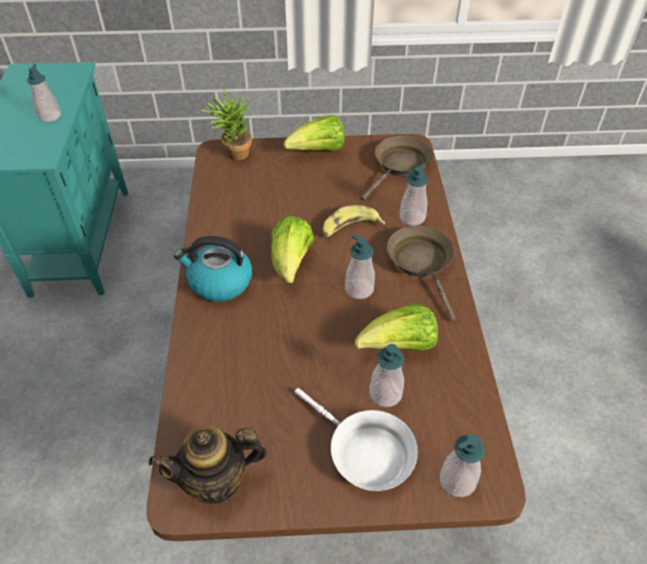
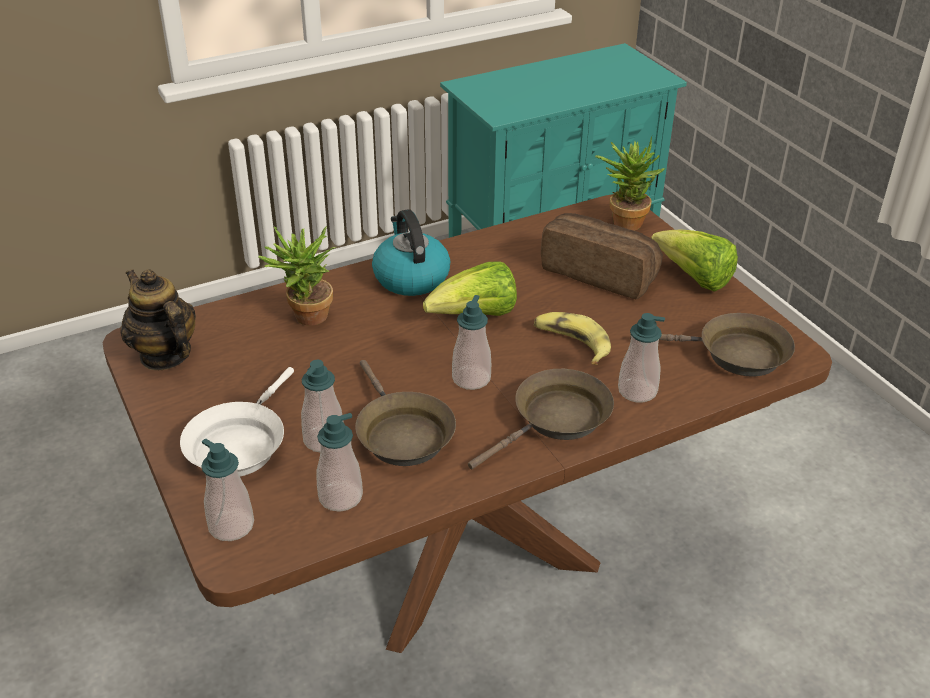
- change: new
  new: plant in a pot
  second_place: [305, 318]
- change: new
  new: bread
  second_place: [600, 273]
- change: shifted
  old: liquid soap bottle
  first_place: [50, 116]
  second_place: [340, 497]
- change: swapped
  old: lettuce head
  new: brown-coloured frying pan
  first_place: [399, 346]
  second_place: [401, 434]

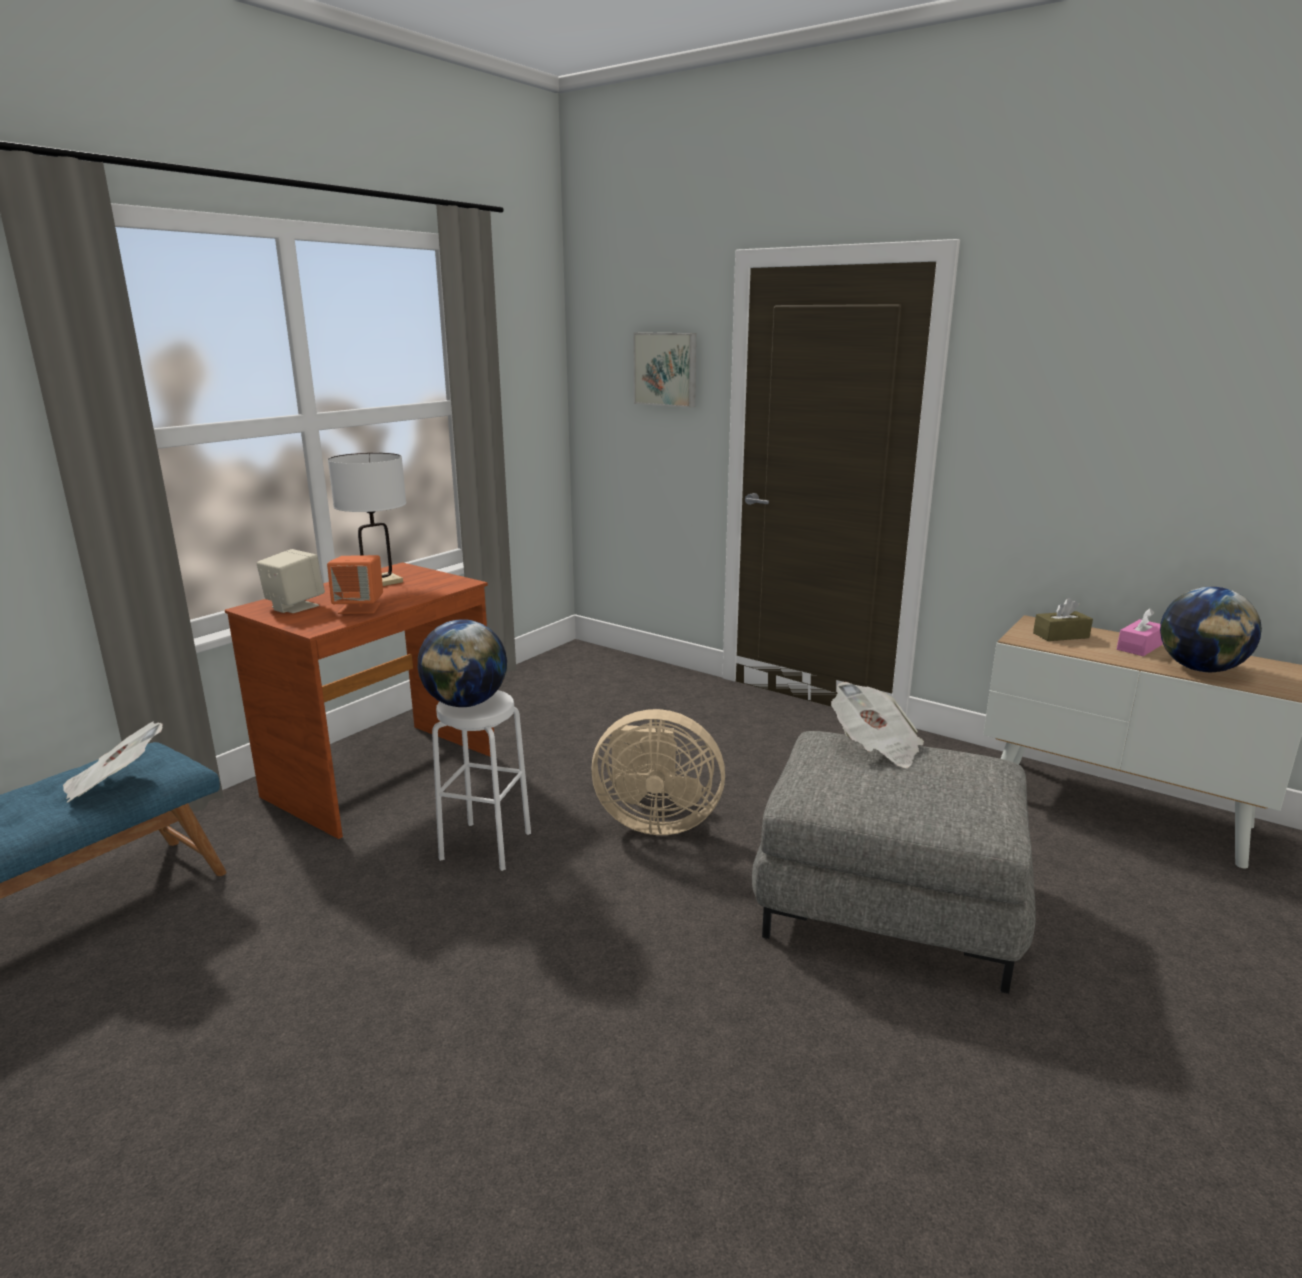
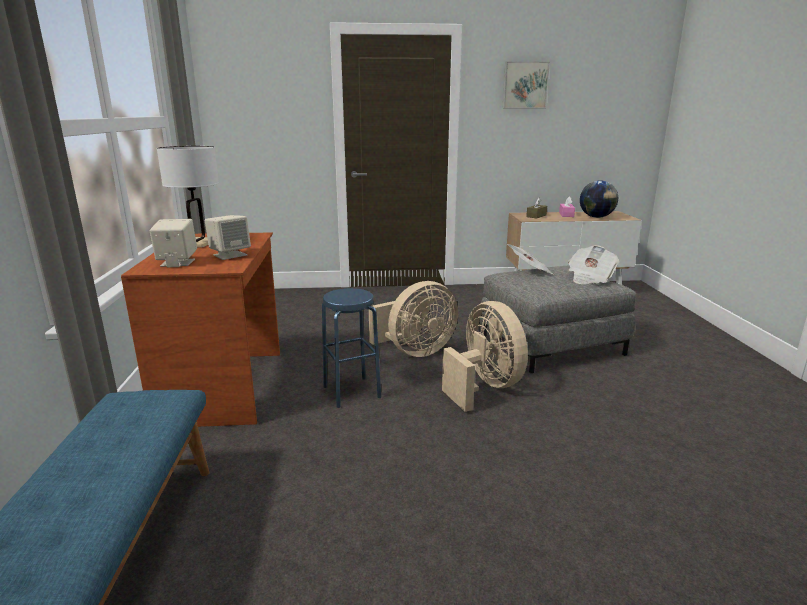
- change: gone
  old: world globe
  first_place: [466, 703]
- change: new
  new: sand-coloured cooling fan
  second_place: [484, 387]
- change: shifted
  old: daily paper
  first_place: [115, 785]
  second_place: [589, 278]
- change: shifted
  old: picture
  first_place: [666, 369]
  second_place: [525, 85]
- change: repainted
  old: orange loudspeaker
  new: sand-coloured loudspeaker
  first_place: [360, 608]
  second_place: [230, 255]
- change: repainted
  old: white stool
  new: blue stool
  first_place: [485, 845]
  second_place: [351, 392]

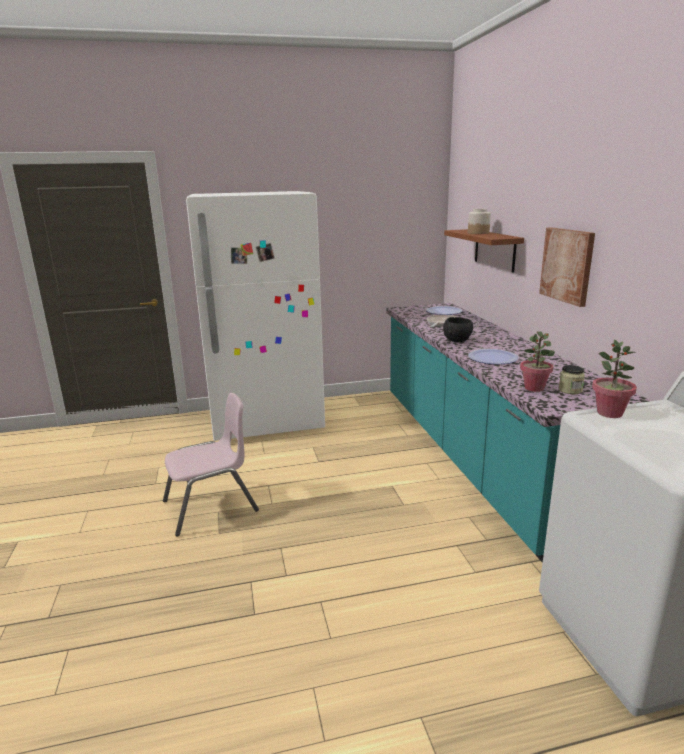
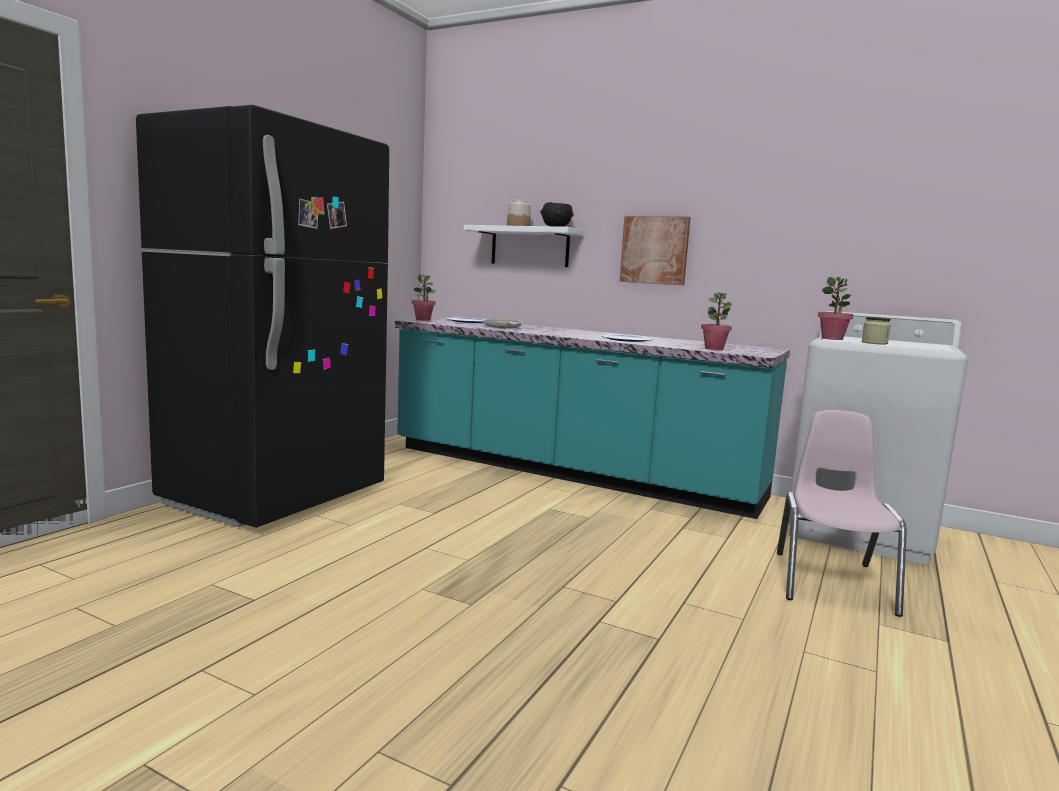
- change: new
  new: plant in a pot
  second_place: [423, 319]
- change: shifted
  old: pinkish chair
  first_place: [211, 507]
  second_place: [832, 582]
- change: shifted
  old: black serving bowl
  first_place: [457, 341]
  second_place: [556, 227]
- change: shifted
  old: preserve jar
  first_place: [570, 390]
  second_place: [874, 343]
- change: repainted
  old: white kitchen fridge
  new: black kitchen fridge
  first_place: [266, 421]
  second_place: [276, 497]
- change: repainted
  old: brown-coloured shelf
  new: white shelf
  first_place: [494, 249]
  second_place: [530, 247]

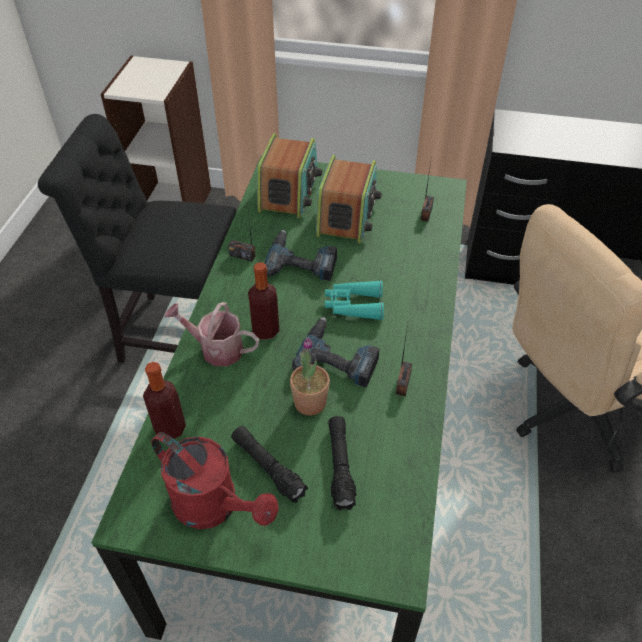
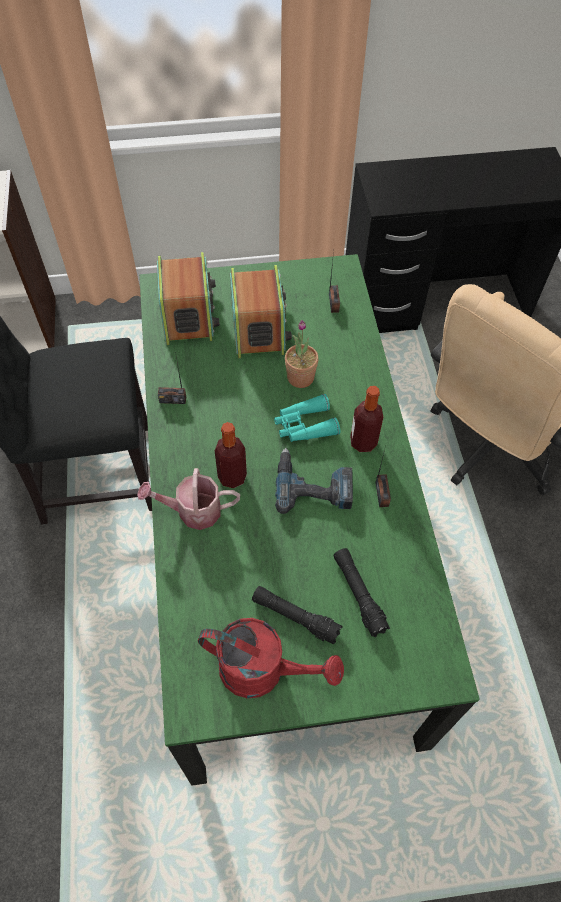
- change: gone
  old: drill
  first_place: [302, 261]
- change: shifted
  old: bottle
  first_place: [170, 428]
  second_place: [363, 442]
- change: shifted
  old: plant in a pot
  first_place: [310, 403]
  second_place: [300, 377]

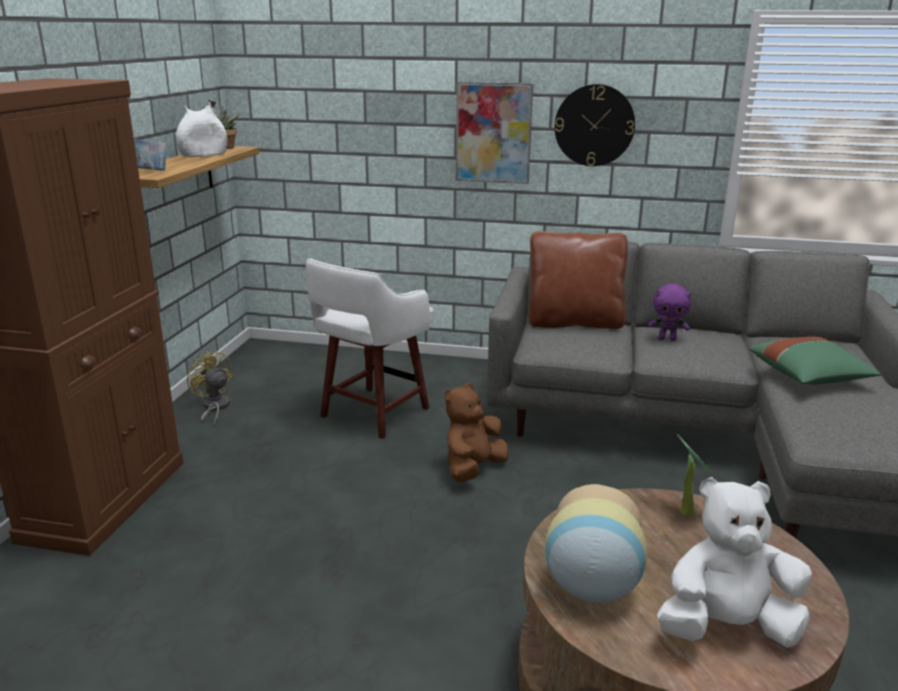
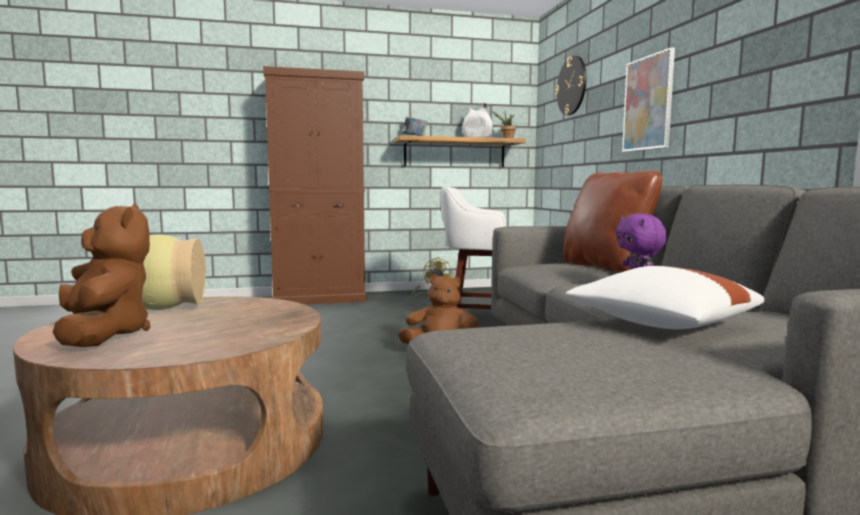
- change: gone
  old: plant in a pot
  first_place: [687, 511]
- change: shifted
  old: wall clock
  first_place: [594, 125]
  second_place: [572, 85]
- change: repainted
  old: white soft toy
  new: brown-coloured soft toy
  first_place: [726, 627]
  second_place: [104, 335]
- change: repainted
  old: green-coloured throw pillow
  new: white throw pillow
  first_place: [809, 378]
  second_place: [660, 325]

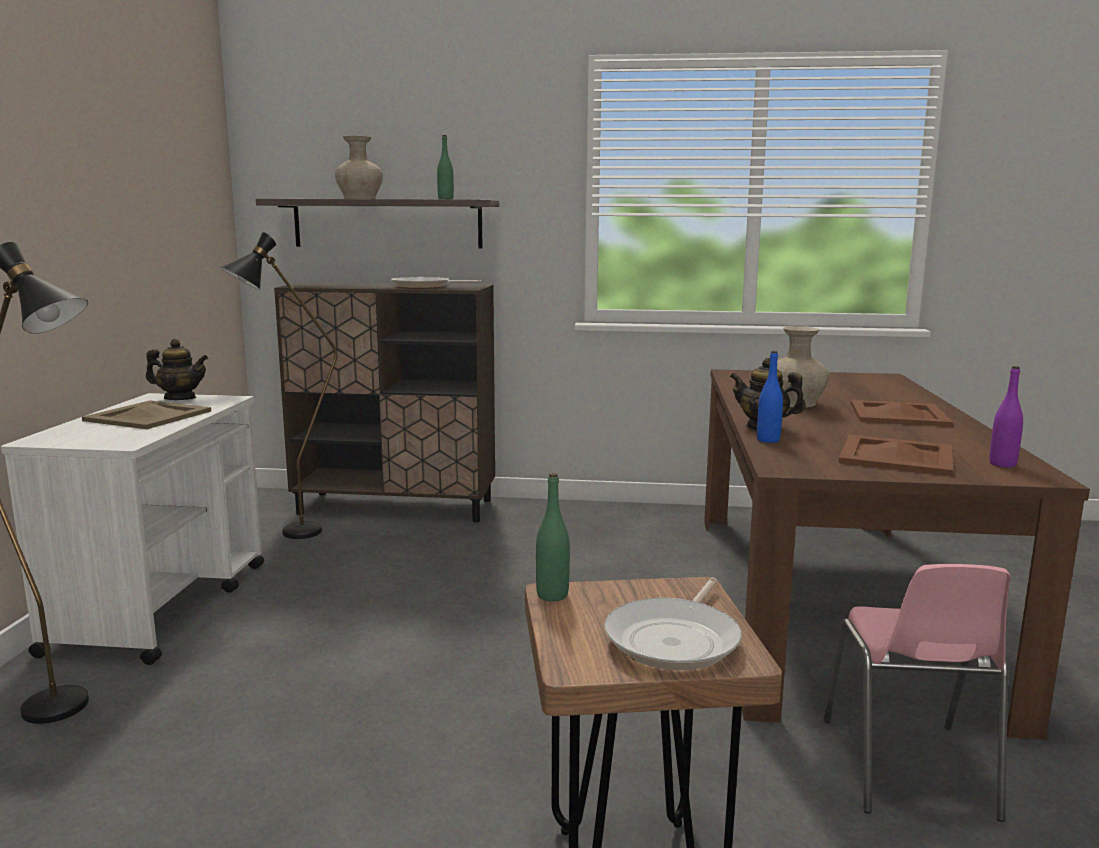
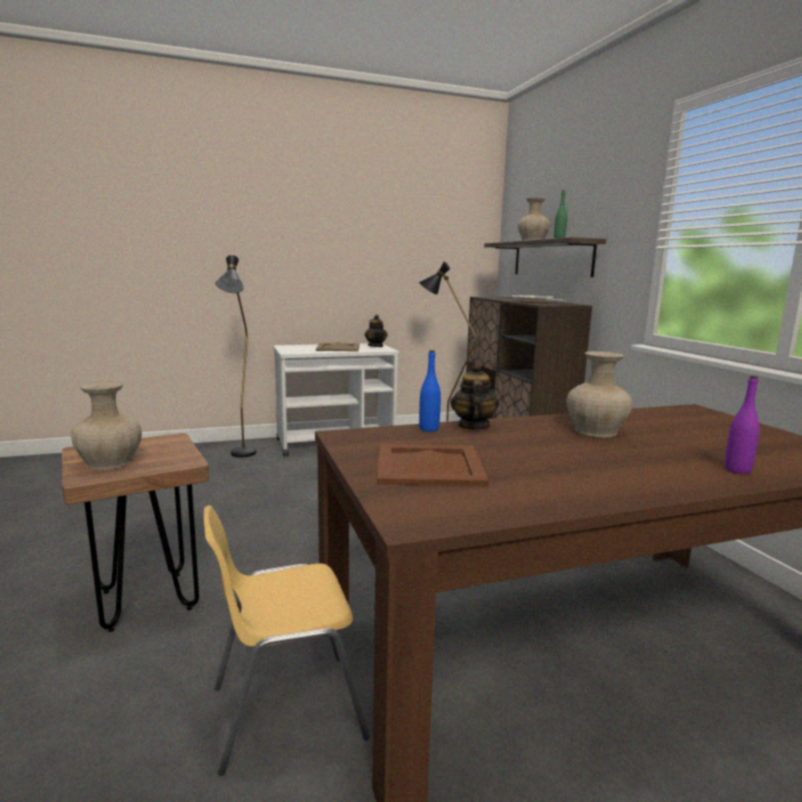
- change: gone
  old: green-coloured bottle
  first_place: [552, 595]
- change: gone
  old: brown-coloured carrying tray
  first_place: [897, 414]
- change: shifted
  old: purple-coloured bottle
  first_place: [1002, 464]
  second_place: [737, 470]
- change: swapped
  old: frying pan
  new: sand-coloured flower vase
  first_place: [675, 639]
  second_place: [110, 463]
- change: repainted
  old: pinkish chair
  new: yellow-coloured chair
  first_place: [907, 768]
  second_place: [285, 710]

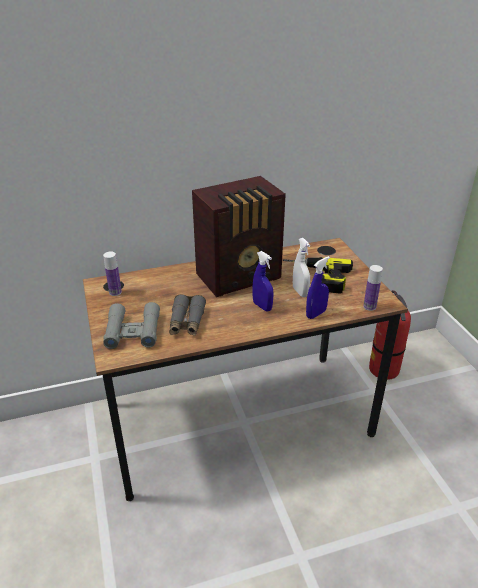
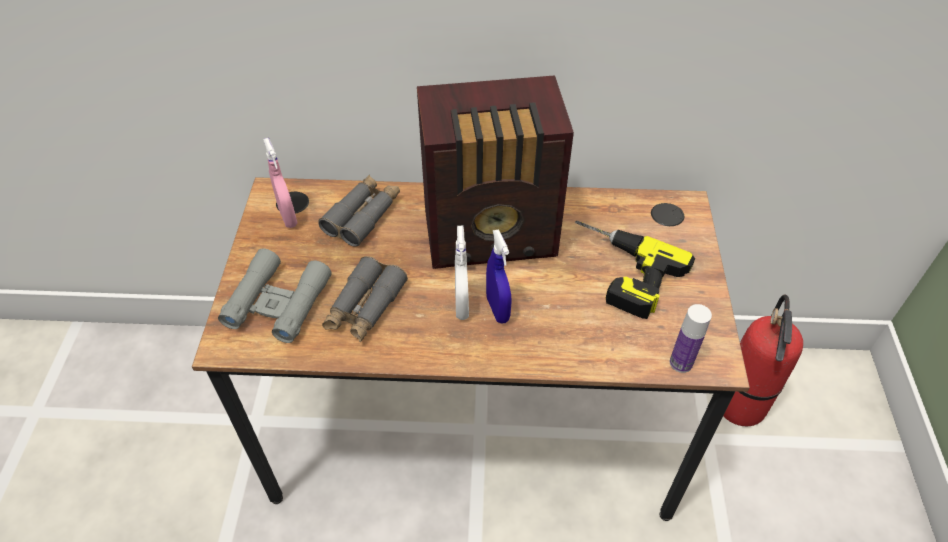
- change: gone
  old: blue sprayer
  first_place: [316, 314]
- change: new
  new: greyish pair of binoculars
  second_place: [363, 216]
- change: shifted
  old: white sprayer
  first_place: [300, 292]
  second_place: [462, 305]
- change: swapped
  old: bottle
  new: pinkish sprayer
  first_place: [115, 292]
  second_place: [288, 217]

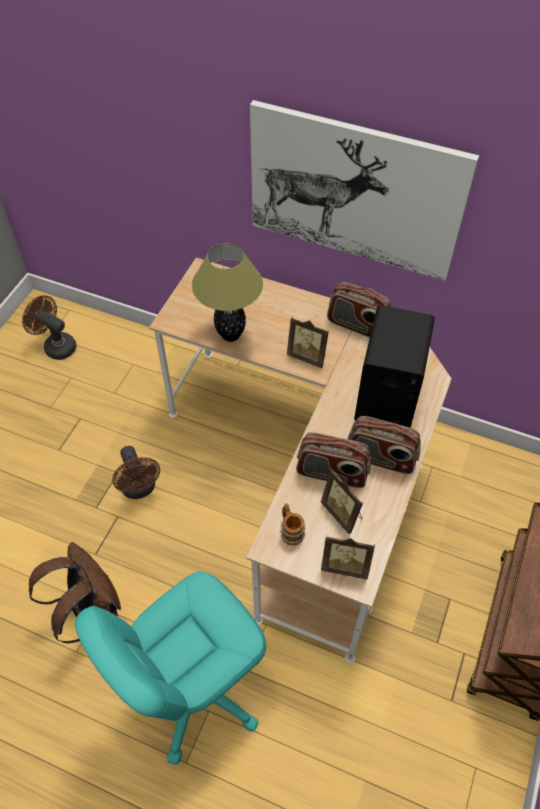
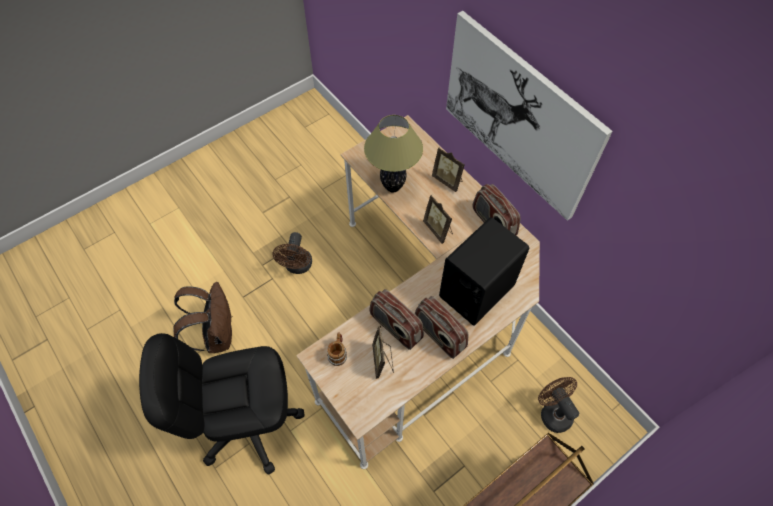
- change: shifted
  old: brown-coloured cooling fan
  first_place: [56, 345]
  second_place: [553, 412]
- change: shifted
  old: photo frame
  first_place: [345, 565]
  second_place: [448, 180]
- change: repainted
  old: turquoise-coloured computer chair
  new: black computer chair
  first_place: [194, 688]
  second_place: [250, 423]

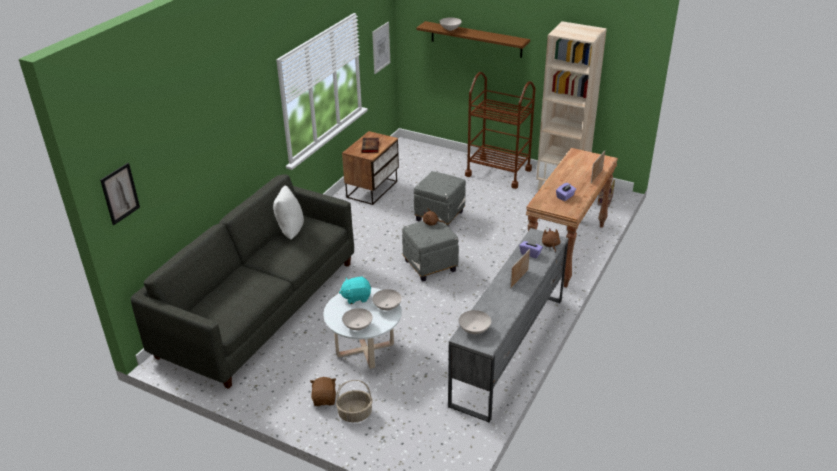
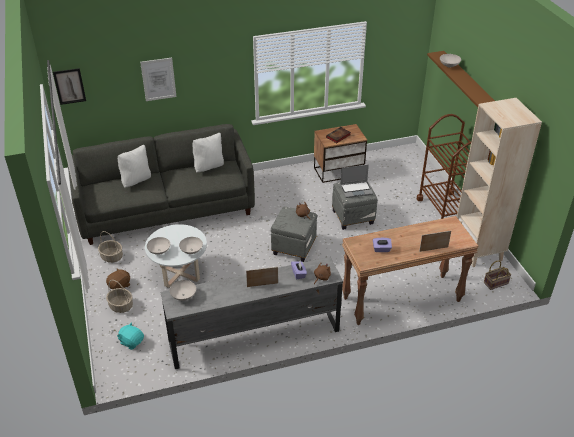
- change: new
  new: storage basket
  second_place: [111, 257]
- change: new
  new: white throw pillow
  second_place: [136, 181]
- change: new
  new: notebook computer
  second_place: [356, 190]
- change: shifted
  old: turquoise-coloured soft toy
  first_place: [356, 297]
  second_place: [132, 342]
- change: shifted
  old: picture
  first_place: [381, 47]
  second_place: [158, 79]

